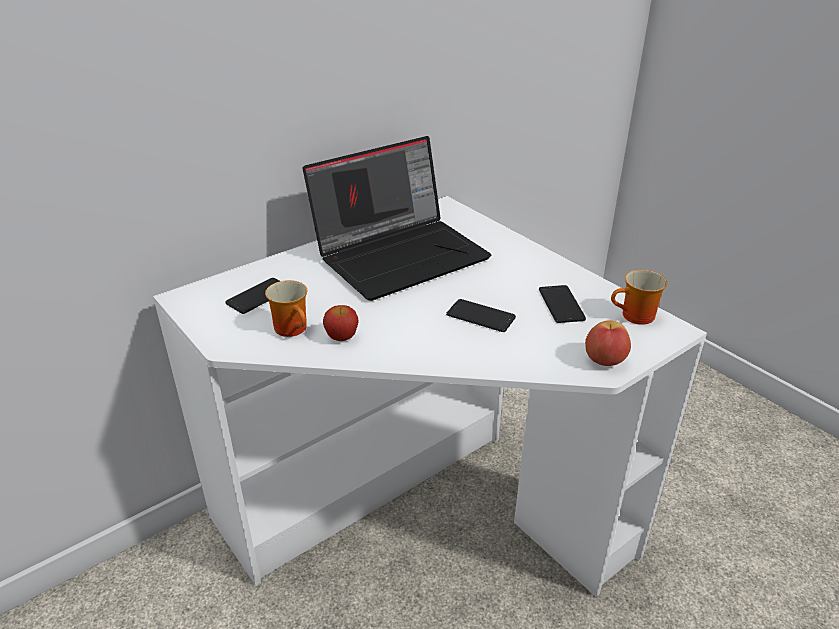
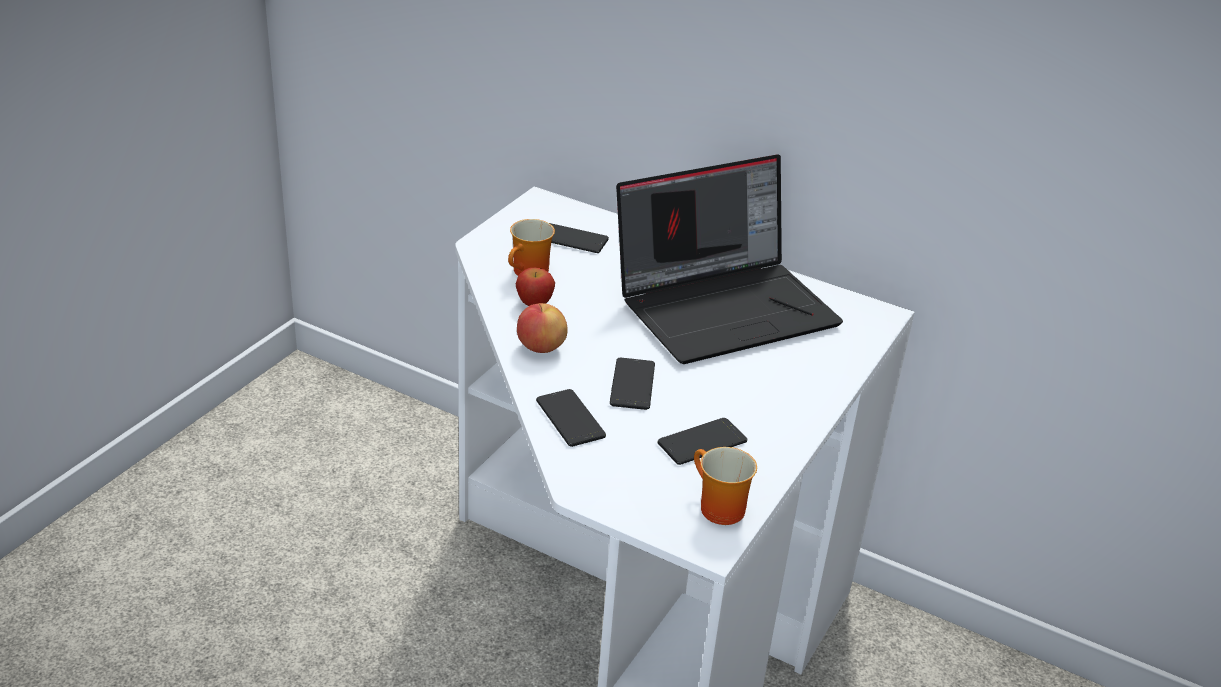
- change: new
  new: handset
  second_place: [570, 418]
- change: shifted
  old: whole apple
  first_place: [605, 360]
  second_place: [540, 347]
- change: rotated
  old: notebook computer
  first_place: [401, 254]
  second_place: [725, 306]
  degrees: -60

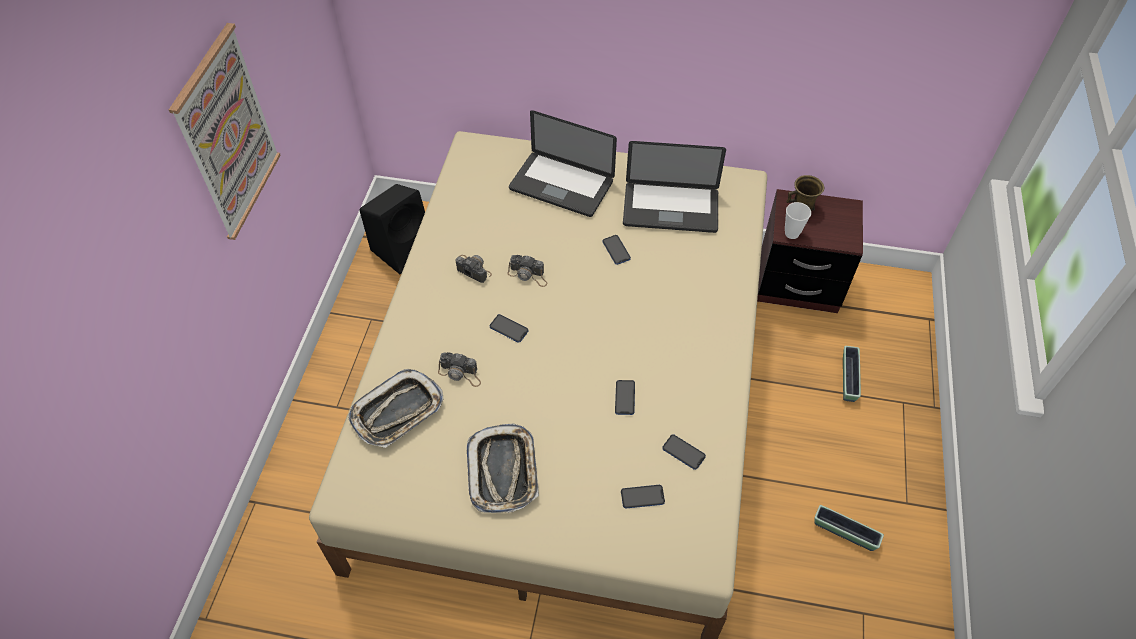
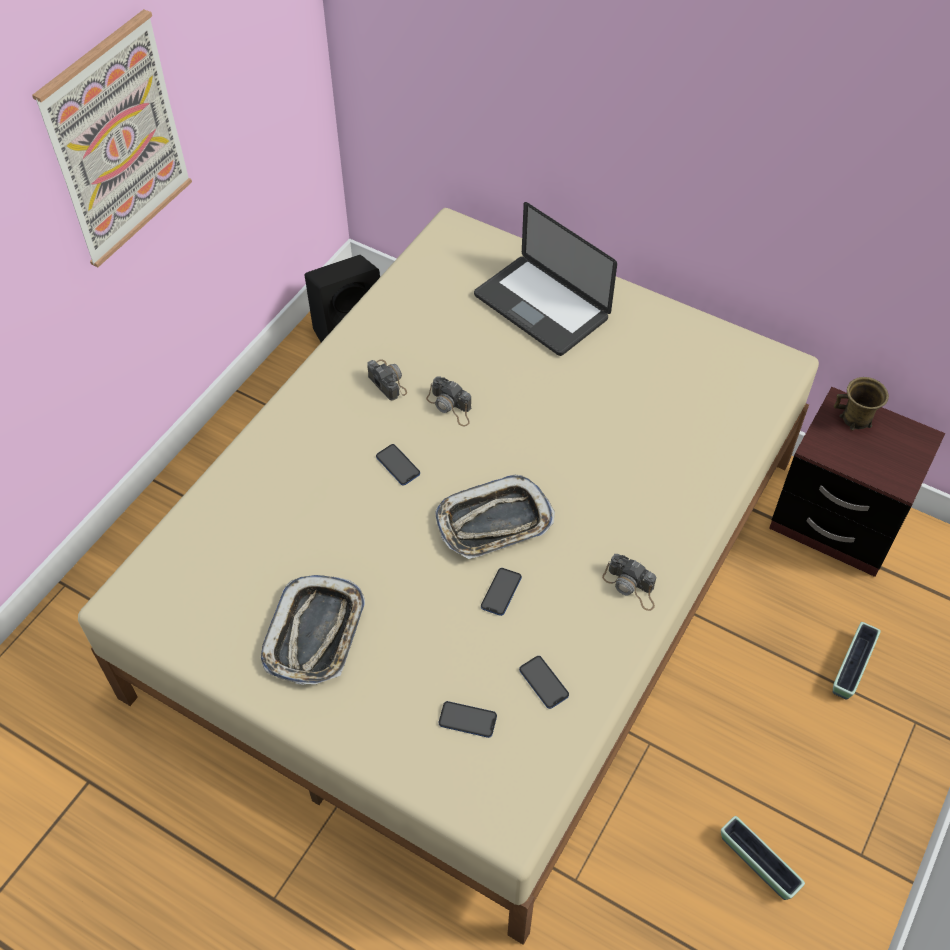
- change: gone
  old: handset
  first_place: [616, 250]
- change: gone
  old: notebook computer
  first_place: [670, 209]
- change: gone
  old: cup
  first_place: [791, 233]
- change: shifted
  old: carrying tray
  first_place: [397, 412]
  second_place: [494, 523]
- change: shifted
  old: still camera
  first_place: [460, 373]
  second_place: [631, 587]

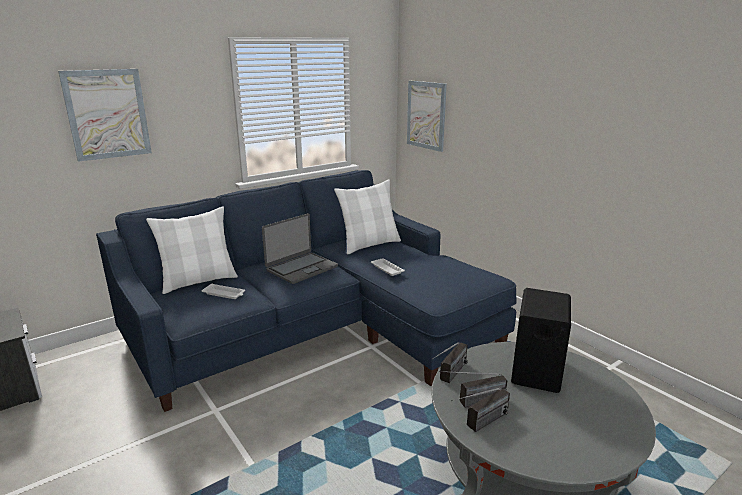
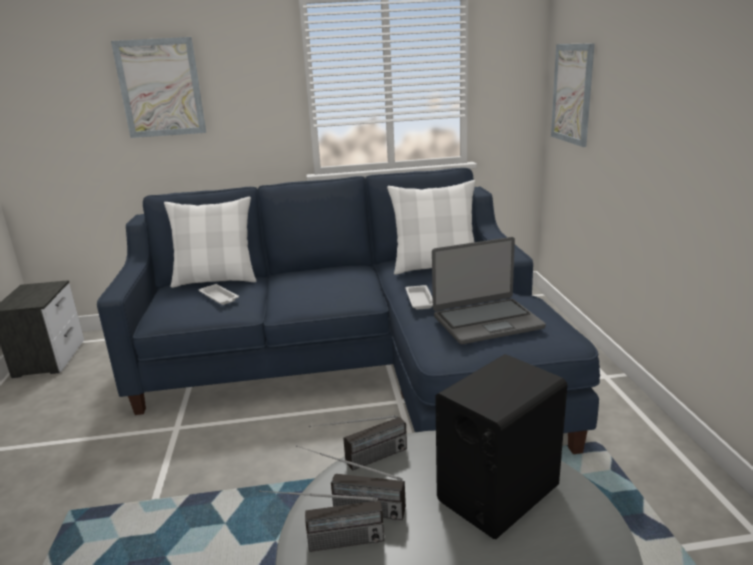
- change: shifted
  old: notebook computer
  first_place: [301, 268]
  second_place: [486, 321]

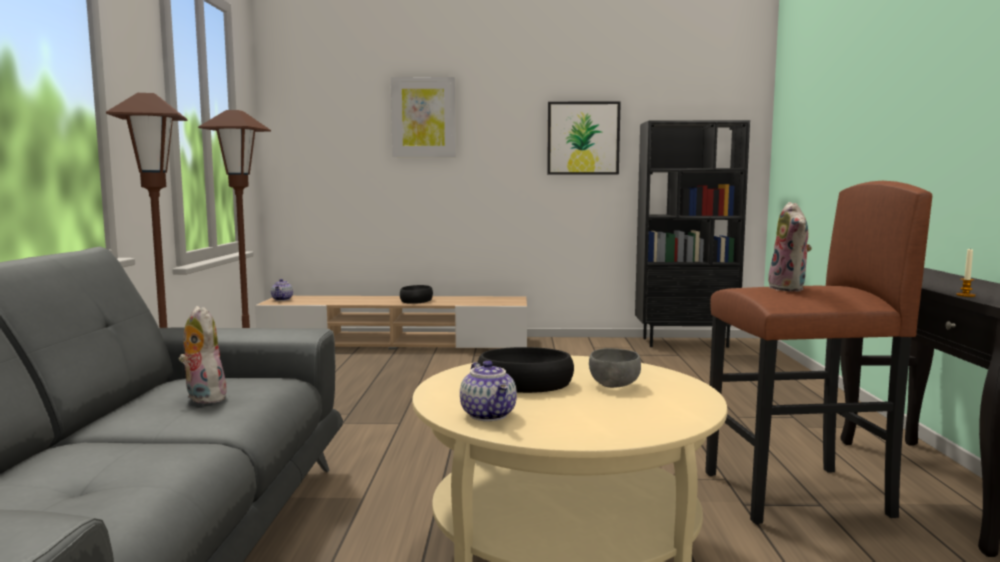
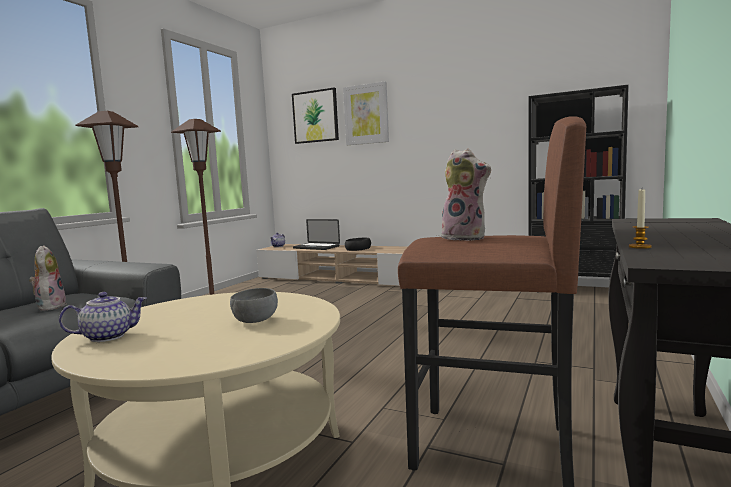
- change: gone
  old: black serving bowl
  first_place: [525, 383]
- change: new
  new: notebook computer
  second_place: [316, 247]
- change: shifted
  old: picture
  first_place: [583, 138]
  second_place: [315, 116]
- change: rotated
  old: pot for tea
  first_place: [489, 415]
  second_place: [108, 336]
  degrees: -120
- change: rotated
  old: soft toy
  first_place: [790, 289]
  second_place: [466, 238]
  degrees: -75

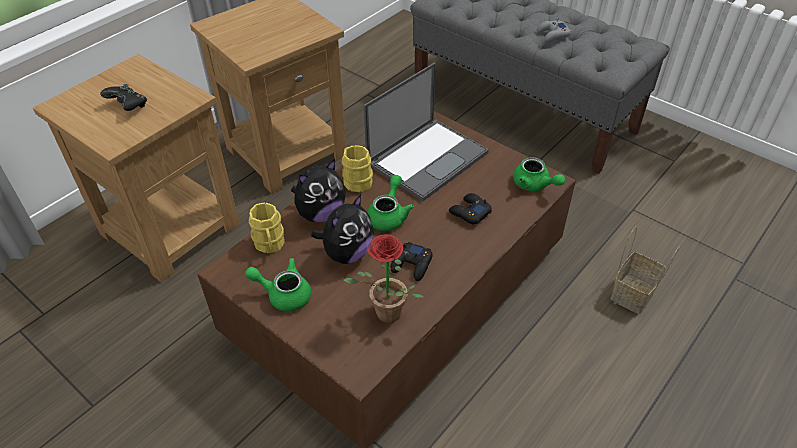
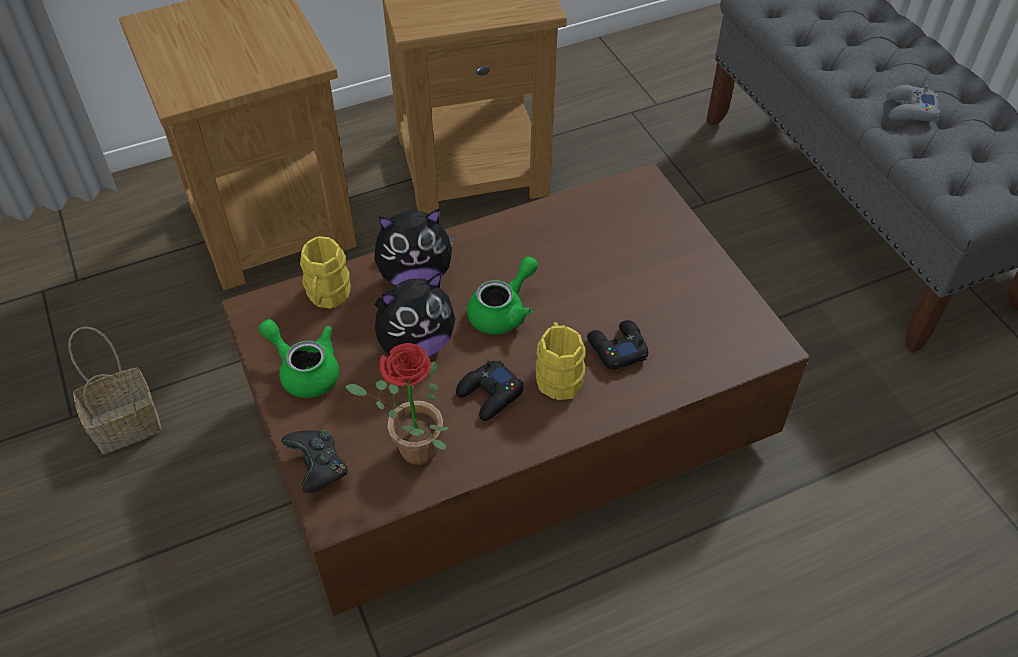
- change: gone
  old: notebook computer
  first_place: [428, 157]
- change: gone
  old: green-coloured pot for tea
  first_place: [534, 185]
- change: shifted
  old: black joypad
  first_place: [129, 107]
  second_place: [318, 469]
- change: shifted
  old: yellow-coloured mug
  first_place: [355, 180]
  second_place: [558, 375]
- change: shifted
  old: storage basket
  first_place: [633, 295]
  second_place: [124, 427]

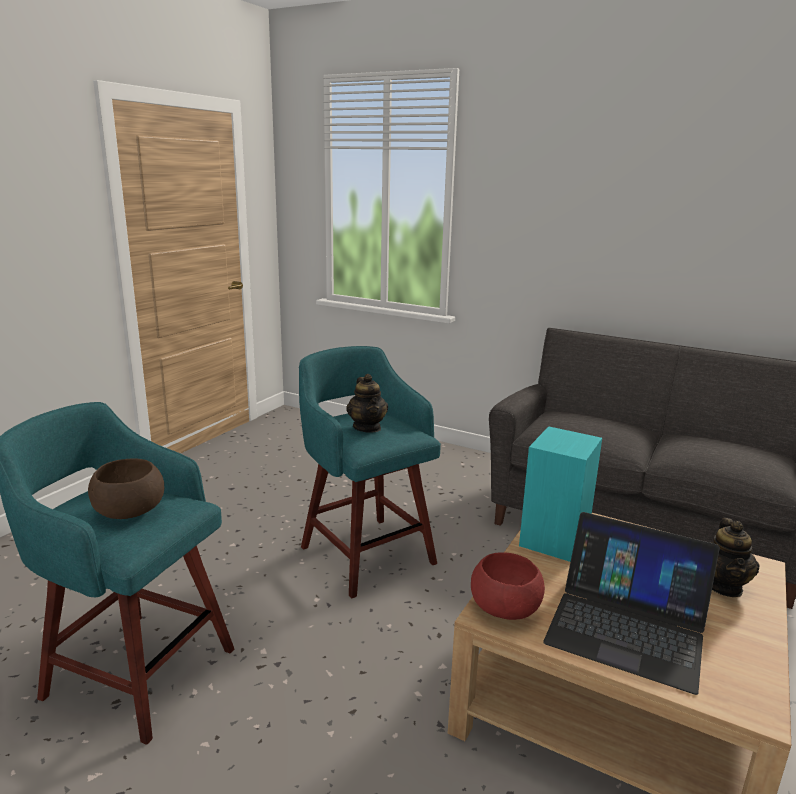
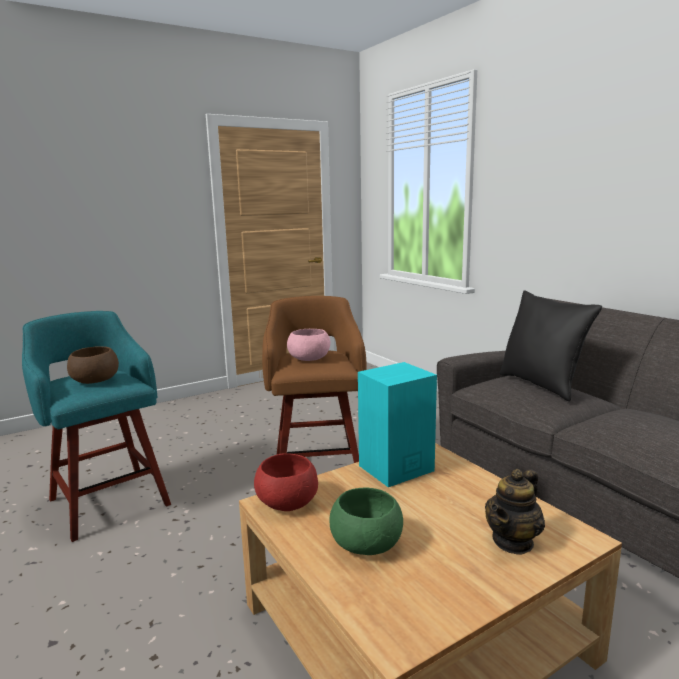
- change: new
  new: black throw pillow
  second_place: [541, 385]
- change: swapped
  old: pot for tea
  new: pinkish serving bowl
  first_place: [367, 427]
  second_place: [309, 358]
- change: swapped
  old: notebook computer
  new: green-coloured serving bowl
  first_place: [627, 627]
  second_place: [367, 543]
- change: repainted
  old: turquoise-coloured stool
  new: brown-coloured stool
  first_place: [365, 553]
  second_place: [317, 468]

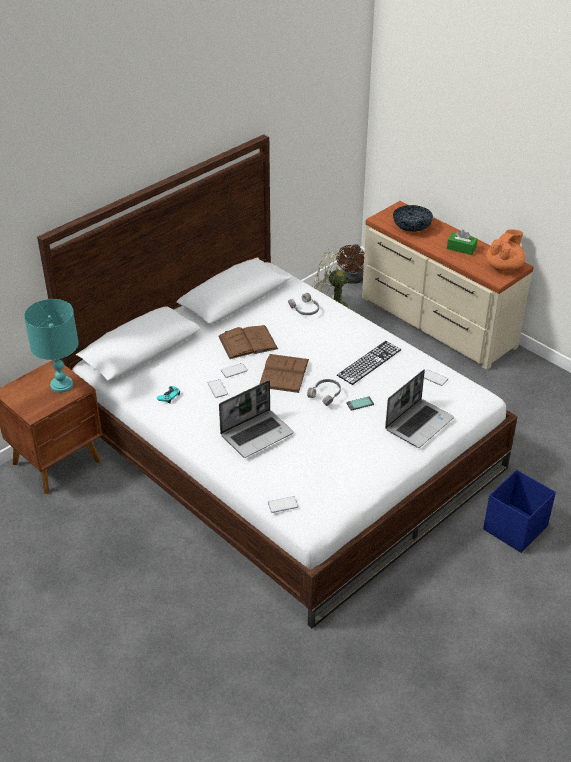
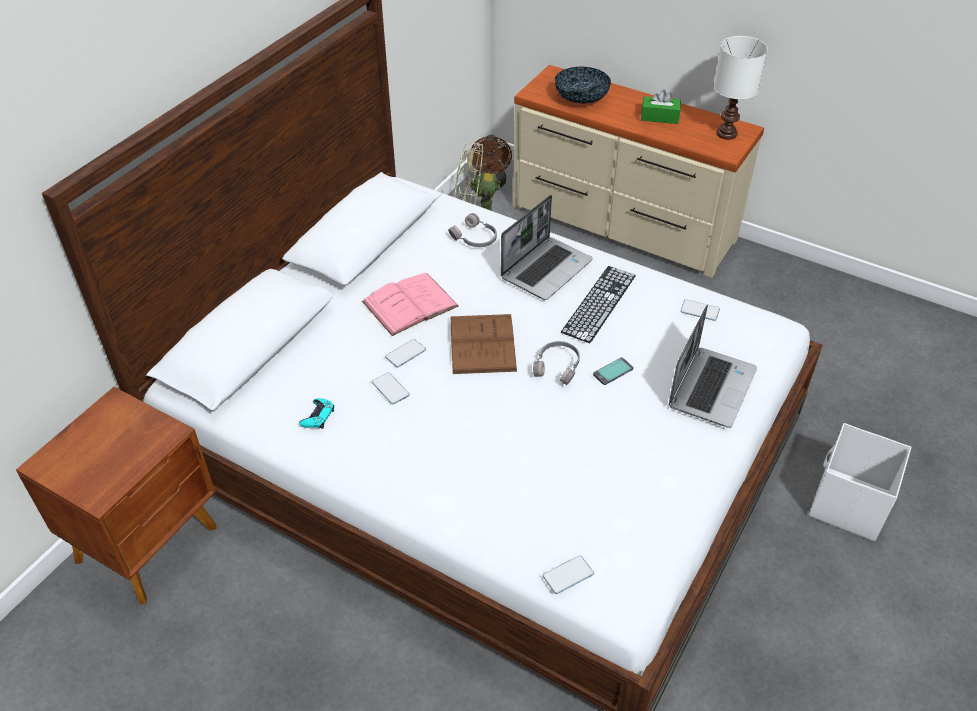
- change: gone
  old: turquoise-coloured tabletop lamp
  first_place: [61, 385]
- change: shifted
  old: notebook computer
  first_place: [257, 434]
  second_place: [546, 269]
- change: swapped
  old: orange pot for tea
  new: white tabletop lamp
  first_place: [504, 267]
  second_place: [727, 133]
- change: repainted
  old: brown-coloured book
  new: pinkish book
  first_place: [248, 342]
  second_place: [410, 304]
- change: repainted
  old: blue storage container
  new: white storage container
  first_place: [514, 528]
  second_place: [848, 504]

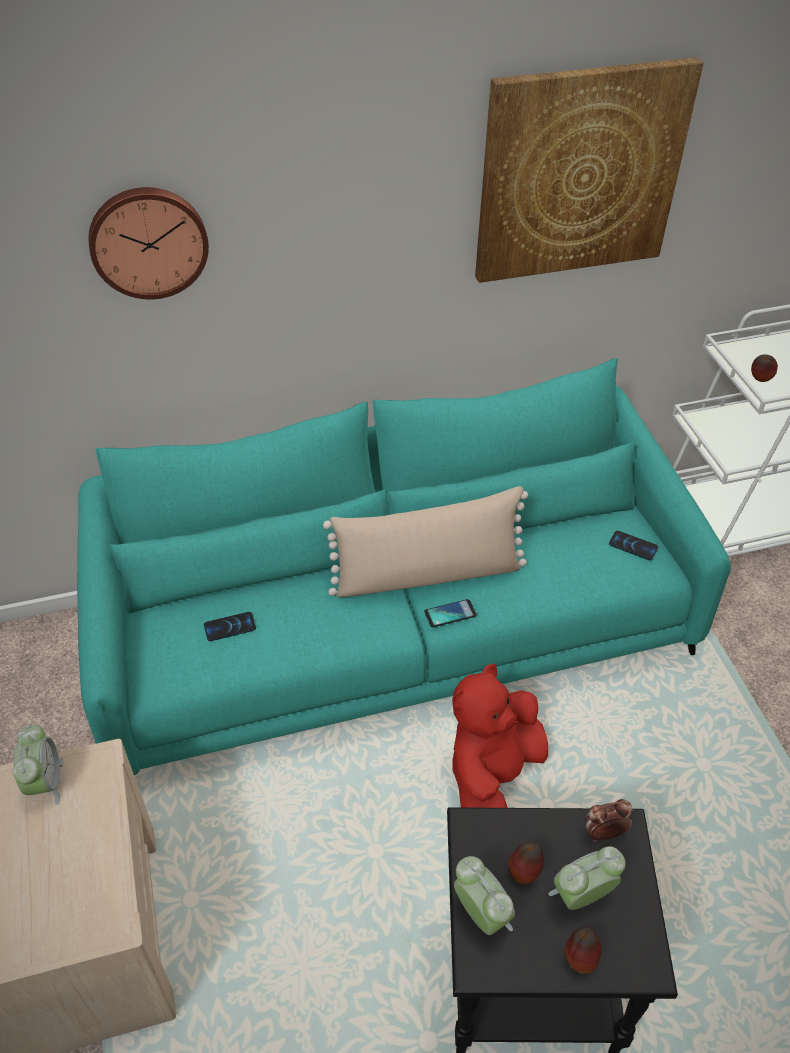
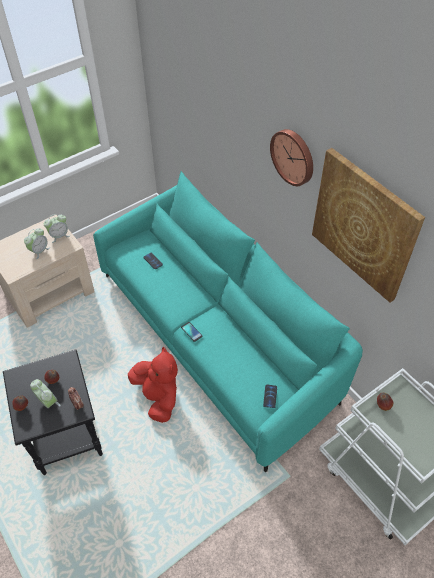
- change: gone
  old: sand-coloured throw pillow
  first_place: [428, 574]
- change: shifted
  old: wall clock
  first_place: [148, 241]
  second_place: [293, 156]
- change: shifted
  old: bedside clock
  first_place: [481, 914]
  second_place: [39, 251]
- change: rotated
  old: red-coloured soft toy
  first_place: [492, 774]
  second_place: [158, 397]
  degrees: 45

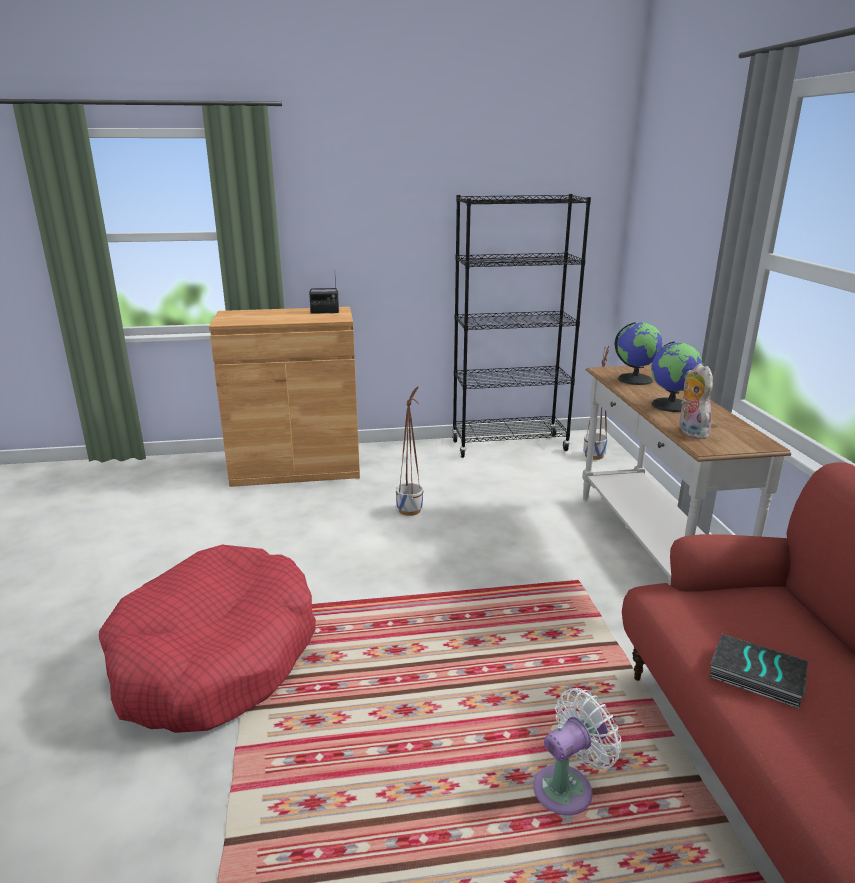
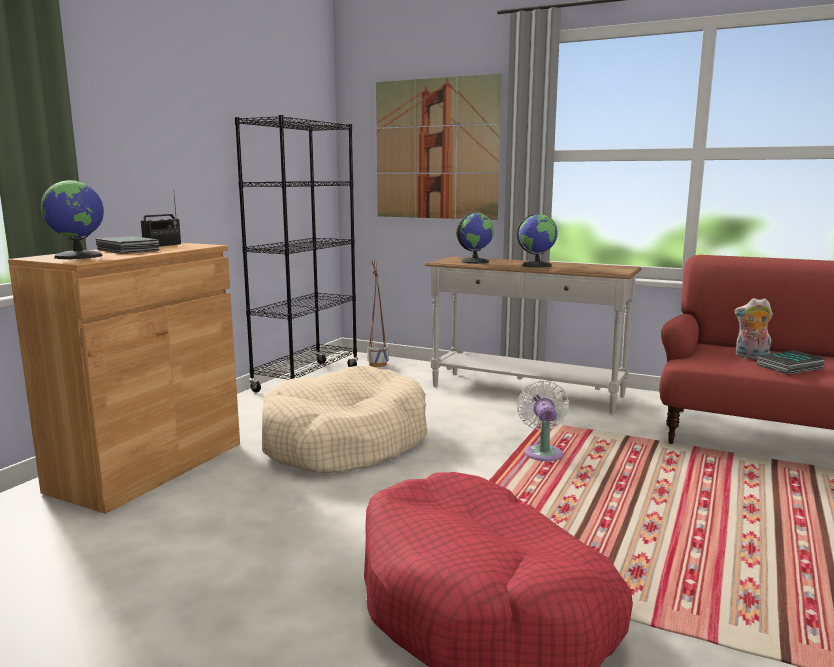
- change: new
  new: world globe
  second_place: [79, 256]
- change: new
  new: book
  second_place: [126, 250]
- change: new
  new: picture
  second_place: [436, 149]
- change: shifted
  old: white cooling fan
  first_place: [568, 787]
  second_place: [543, 452]
- change: shifted
  old: soft toy
  first_place: [690, 432]
  second_place: [751, 357]
- change: swapped
  old: planter
  new: sand-coloured dog bed
  first_place: [409, 510]
  second_place: [345, 442]

